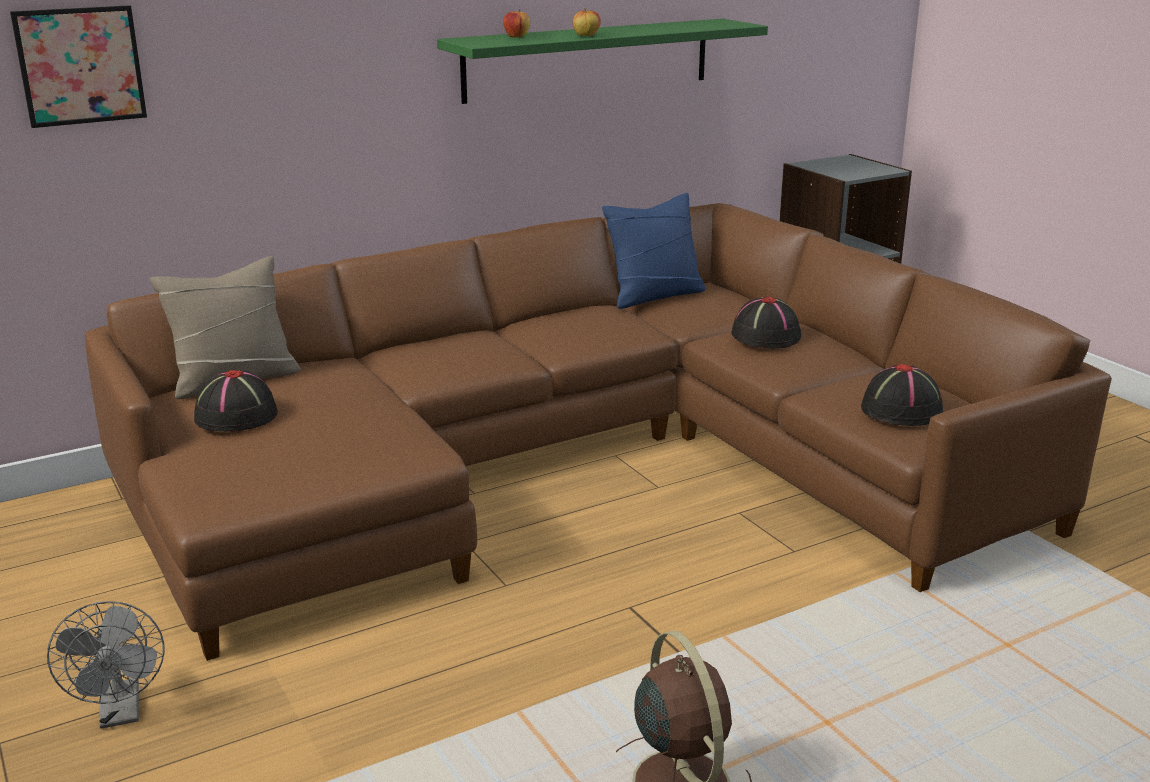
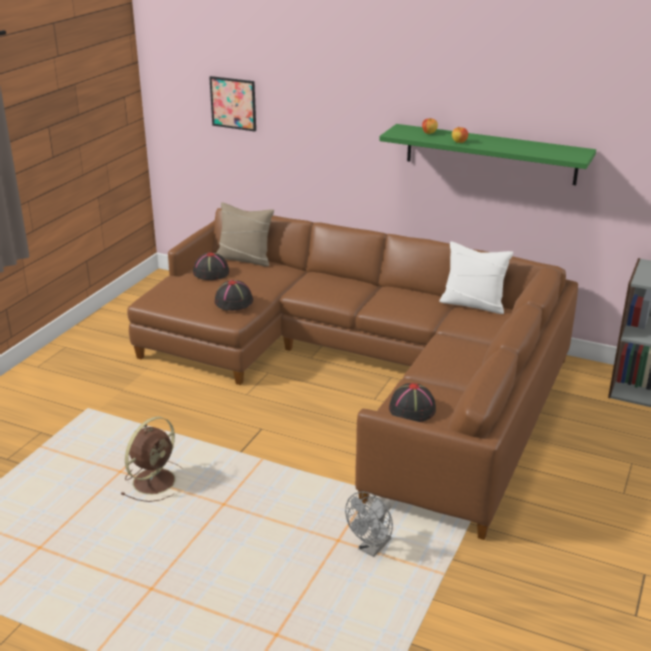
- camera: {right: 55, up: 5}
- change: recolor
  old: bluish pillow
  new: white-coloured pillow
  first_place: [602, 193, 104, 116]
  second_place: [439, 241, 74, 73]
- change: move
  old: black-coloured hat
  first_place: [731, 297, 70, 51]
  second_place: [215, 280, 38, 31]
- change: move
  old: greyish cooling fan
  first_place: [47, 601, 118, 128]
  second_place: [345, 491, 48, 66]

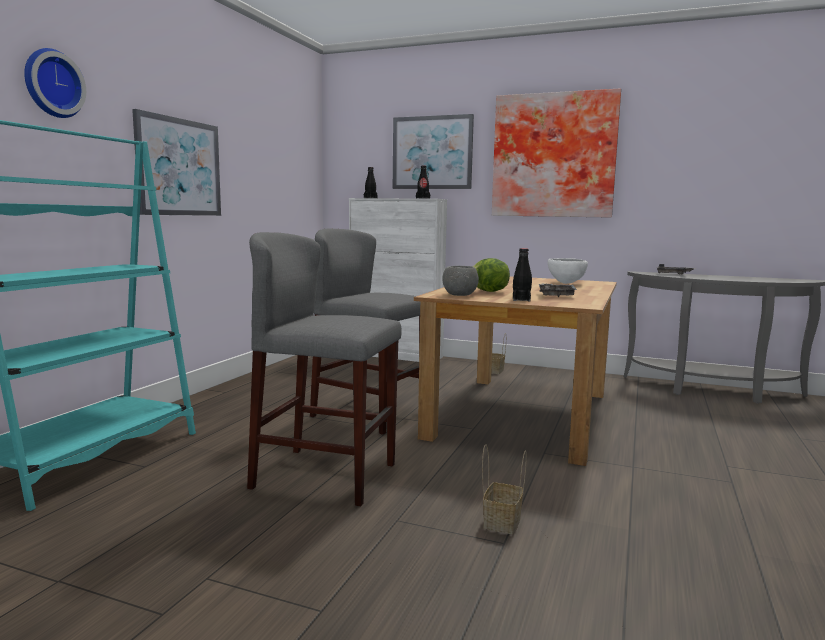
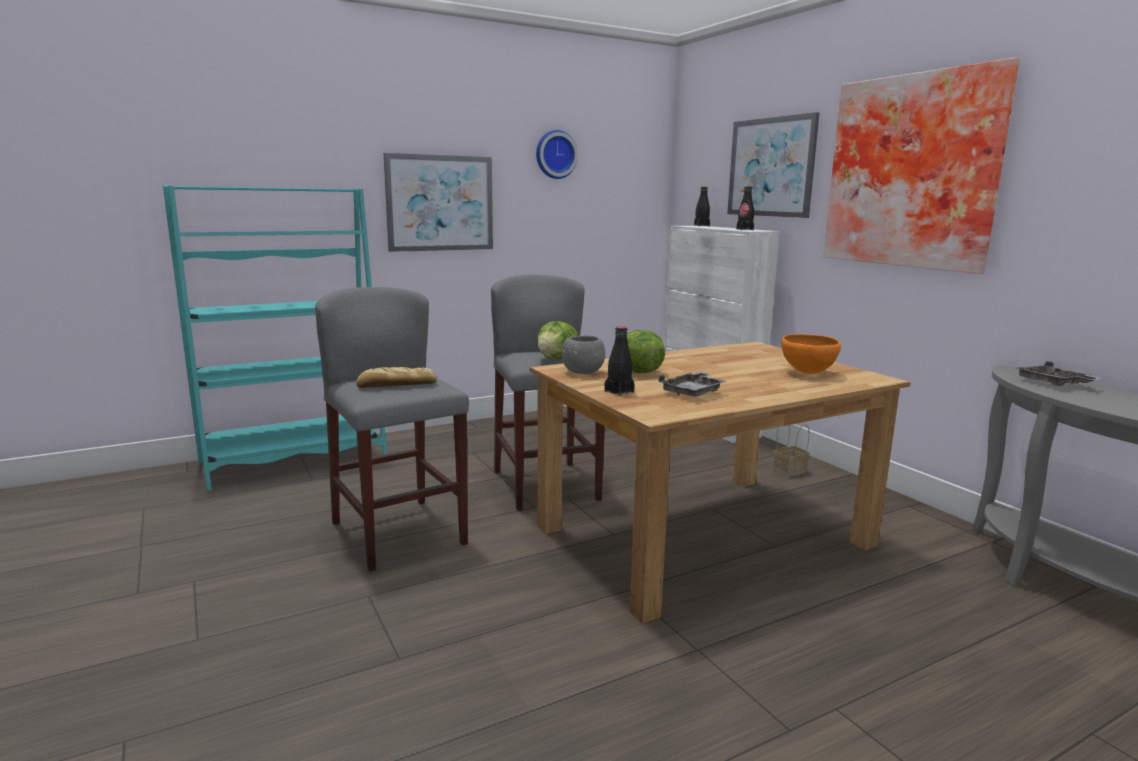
- camera: {right: 40, up: 5}
- change: move
  old: wall clock
  first_place: [24, 48, 62, 70]
  second_place: [536, 130, 42, 49]
- change: recolor
  old: white-coloured serving bowl
  new: orange-coloured serving bowl
  first_place: [548, 258, 40, 26]
  second_place: [781, 334, 60, 40]
- change: delete
  old: storage basket
  first_place: [482, 444, 45, 90]
- change: insert
  new: lettuce
  second_place: [537, 321, 41, 38]
- change: insert
  new: bakery bread
  second_place: [356, 367, 81, 21]

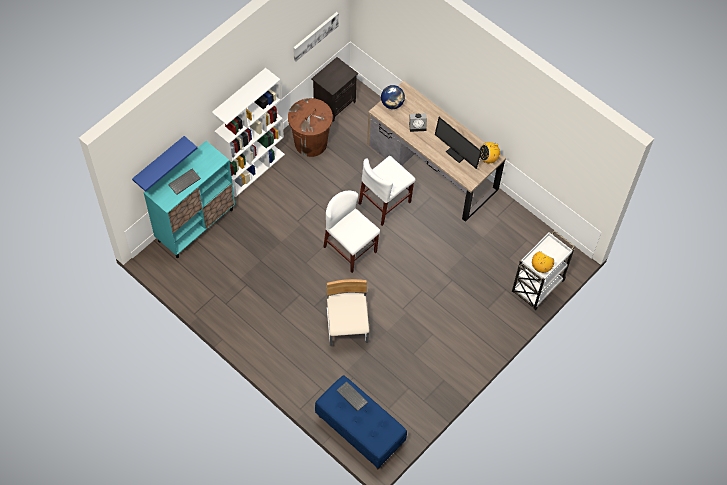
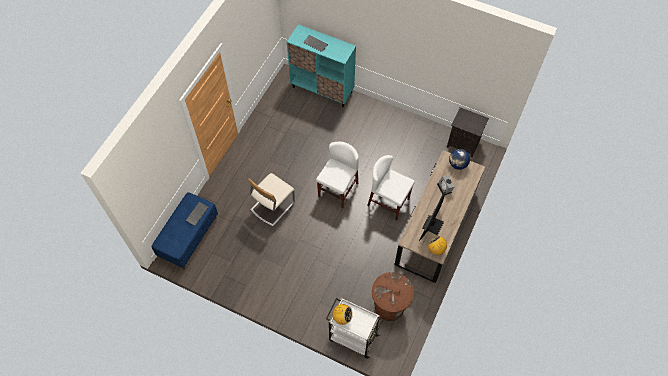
- camera: {right: 75, up: 0}
- change: delete
  old: wall picture
  first_place: [293, 12, 46, 49]
- change: delete
  old: white-coloured shelving unit
  first_place: [212, 68, 73, 129]
- change: move
  old: brown-coloured trash can
  first_place: [288, 98, 45, 59]
  second_place: [372, 272, 42, 49]
- change: delete
  old: bluish wall shelf
  first_place: [132, 136, 65, 56]
- change: rotate
  old: beige upright chair
  first_place: [327, 279, 42, 67]
  second_place: [248, 173, 47, 53]
  degrees: 150

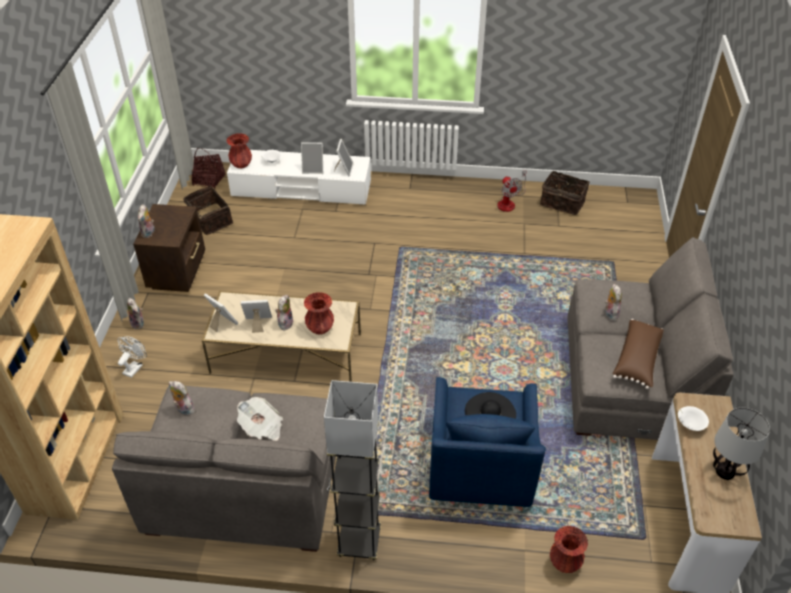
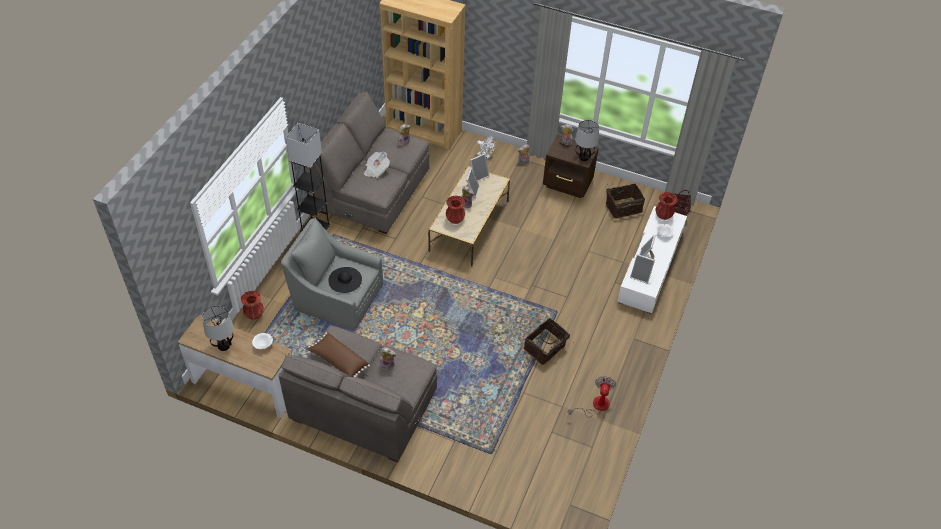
- camera: {right: 105, up: 5}
- change: rotate
  old: cooling fan
  first_place: [497, 170, 30, 42]
  second_place: [568, 376, 48, 41]
  degrees: 105
- change: move
  old: storage basket
  first_place: [540, 171, 50, 44]
  second_place: [524, 318, 46, 47]
- change: recolor
  old: bluish lounge chair
  new: greyish lounge chair
  first_place: [429, 377, 117, 130]
  second_place: [281, 218, 102, 113]
- change: insert
  new: table lamp
  second_place: [575, 120, 24, 41]

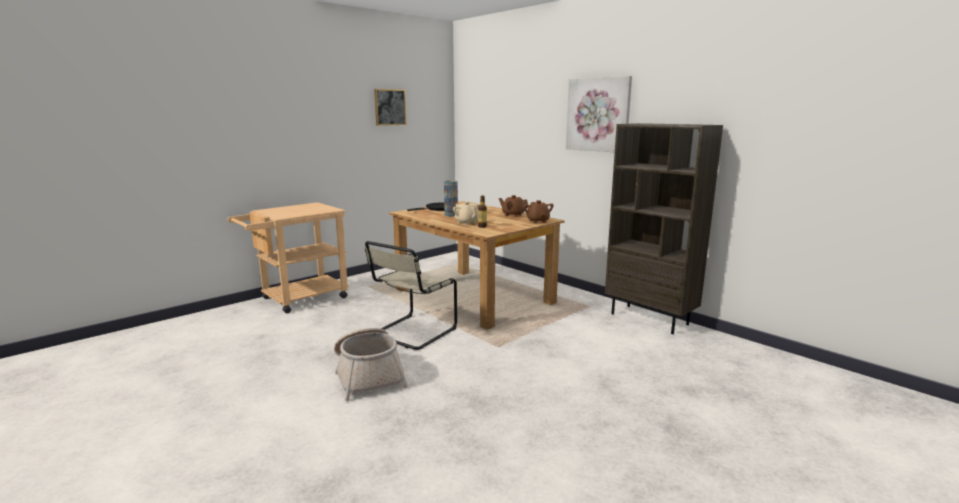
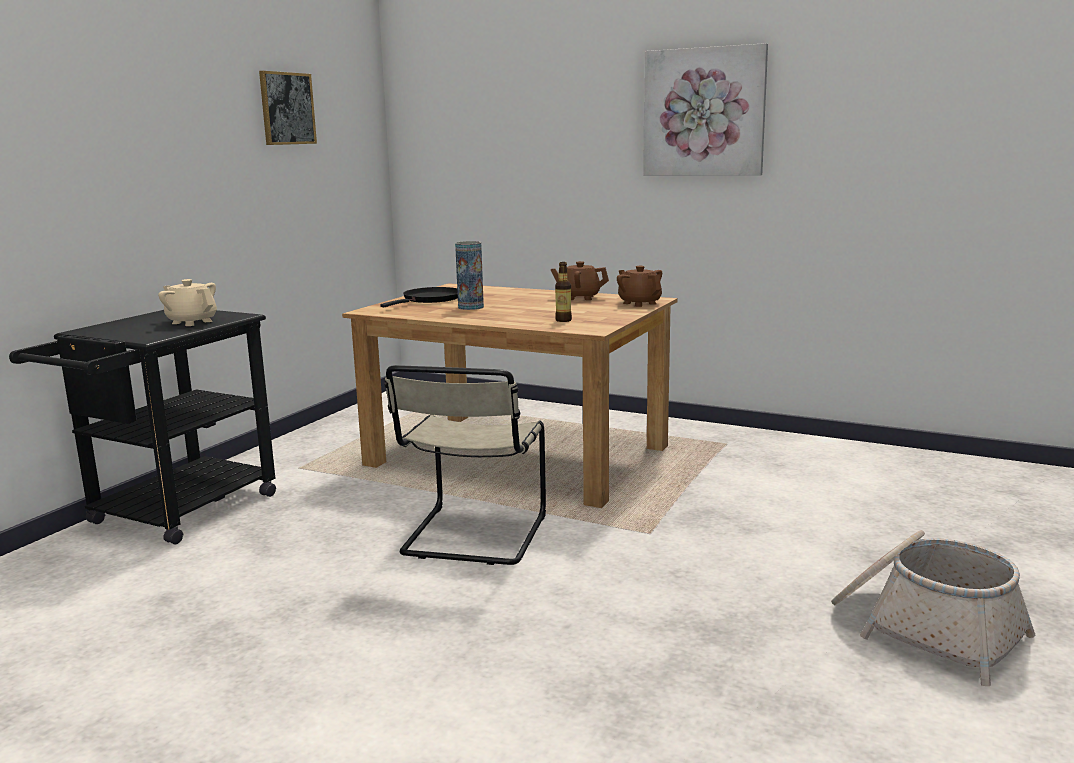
- camera: {right: -20, up: 0}
- change: delete
  old: brown-coloured shelving unit
  first_place: [605, 123, 118, 211]
- change: move
  old: beige teapot
  first_place: [453, 201, 27, 24]
  second_place: [158, 279, 59, 47]
- change: recolor
  old: beige cart
  new: black-coloured cart
  first_place: [227, 202, 122, 111]
  second_place: [9, 310, 267, 234]
- change: move
  old: storage basket
  first_place: [334, 328, 74, 73]
  second_place: [831, 530, 204, 156]

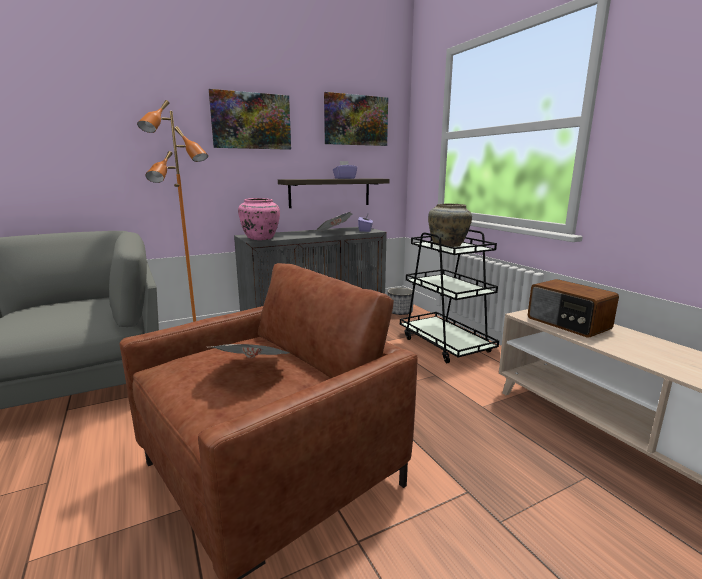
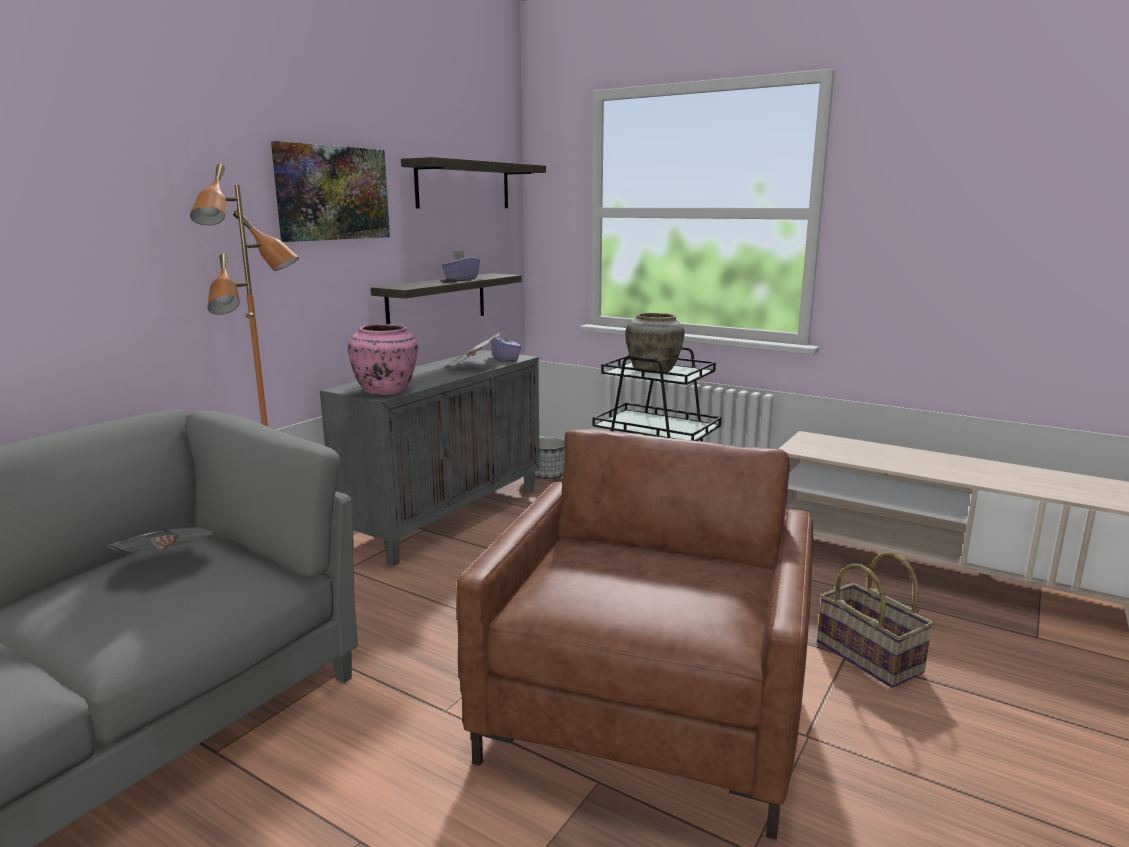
- camera: {right: -30, up: 0}
- change: replace
  old: wall picture
  new: wall shelf
  first_place: [324, 92, 64, 54]
  second_place: [401, 157, 145, 52]
- change: delete
  old: radio
  first_place: [528, 279, 91, 58]
- change: move
  old: printed paper
  first_place: [212, 344, 78, 14]
  second_place: [103, 528, 112, 24]
- change: insert
  new: storage basket
  second_place: [817, 552, 117, 136]

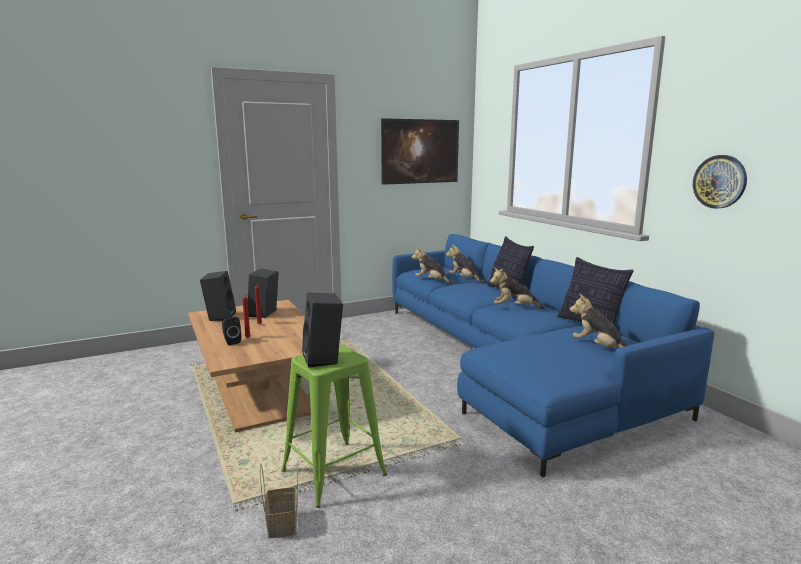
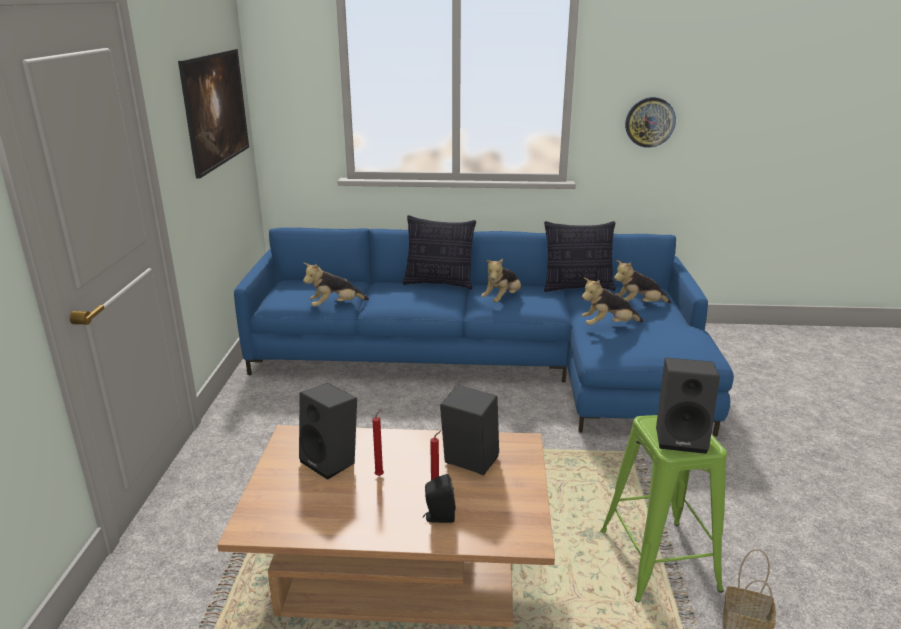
- camera: {right: -60, up: 10}
- change: move
  old: soft toy
  first_place: [446, 244, 39, 40]
  second_place: [582, 278, 61, 47]
- change: move
  old: black-coloured loudspeaker
  first_place: [200, 271, 36, 50]
  second_place: [440, 385, 59, 90]

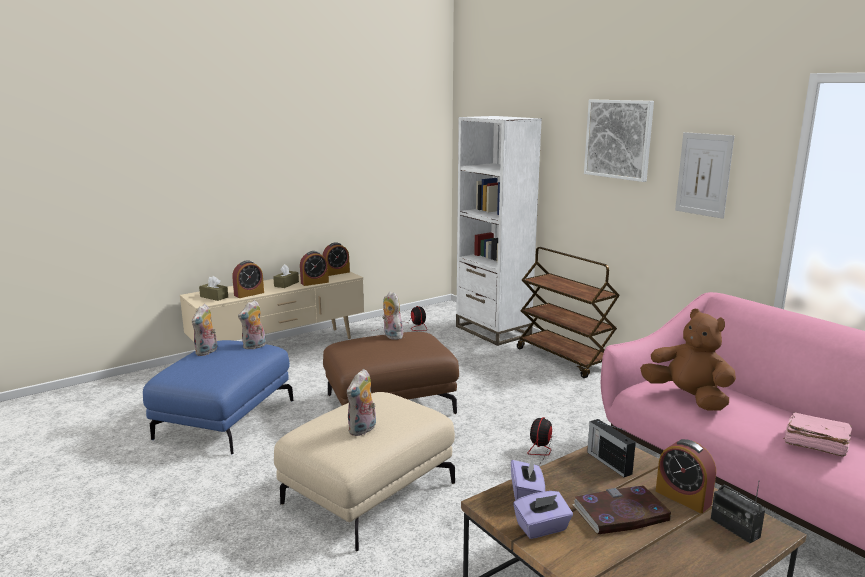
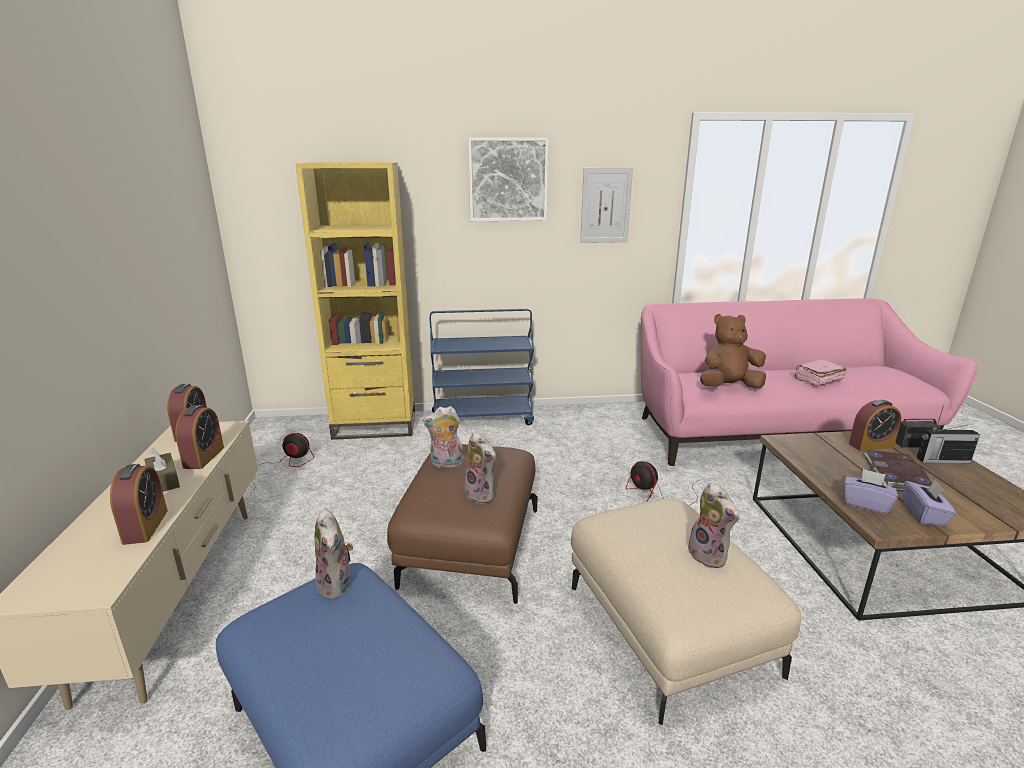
- camera: {right: -60, up: 5}
- change: recolor
  old: white-coloured shelving unit
  new: yellowish shelving unit
  first_place: [456, 116, 86, 230]
  second_place: [295, 162, 120, 278]
- change: recolor
  old: brown-coloured cart
  new: bluish cart
  first_place: [517, 247, 103, 131]
  second_place: [429, 309, 105, 116]
- change: delete
  old: brown-coloured tissue box
  first_place: [199, 276, 29, 25]
- change: move
  old: soft toy
  first_place: [192, 304, 25, 52]
  second_place: [465, 431, 31, 73]
- change: move
  old: radio
  first_place: [587, 419, 49, 58]
  second_place: [917, 424, 63, 39]

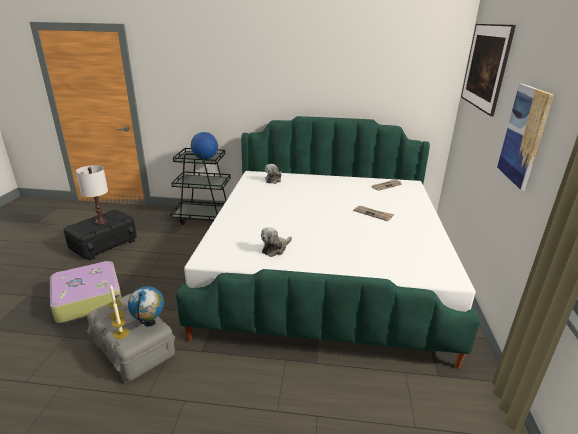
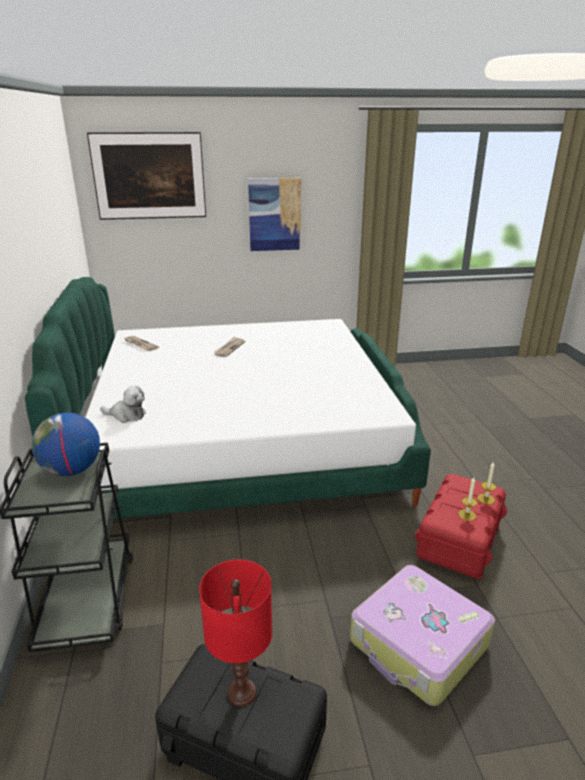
- camera: {right: -105, up: 0}
- change: recolor
  old: white-coloured table lamp
  new: red-coloured table lamp
  first_place: [76, 165, 32, 59]
  second_place: [199, 560, 74, 147]
- change: delete
  old: soft toy
  first_place: [261, 227, 31, 30]
- change: delete
  old: world globe
  first_place: [128, 286, 36, 41]
- change: recolor
  old: greyish storage bin
  new: red-coloured storage bin
  first_place: [87, 294, 88, 90]
  second_place: [415, 474, 92, 106]

